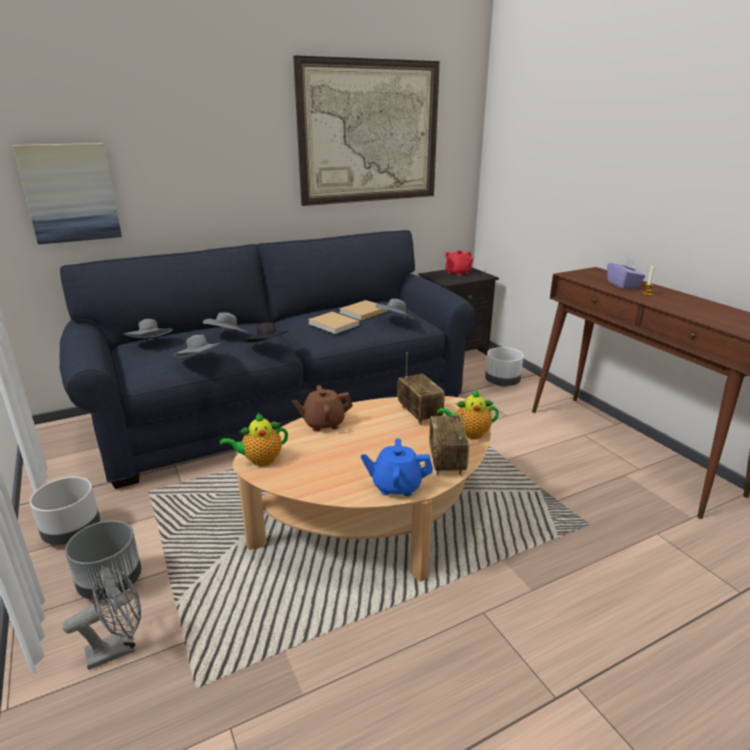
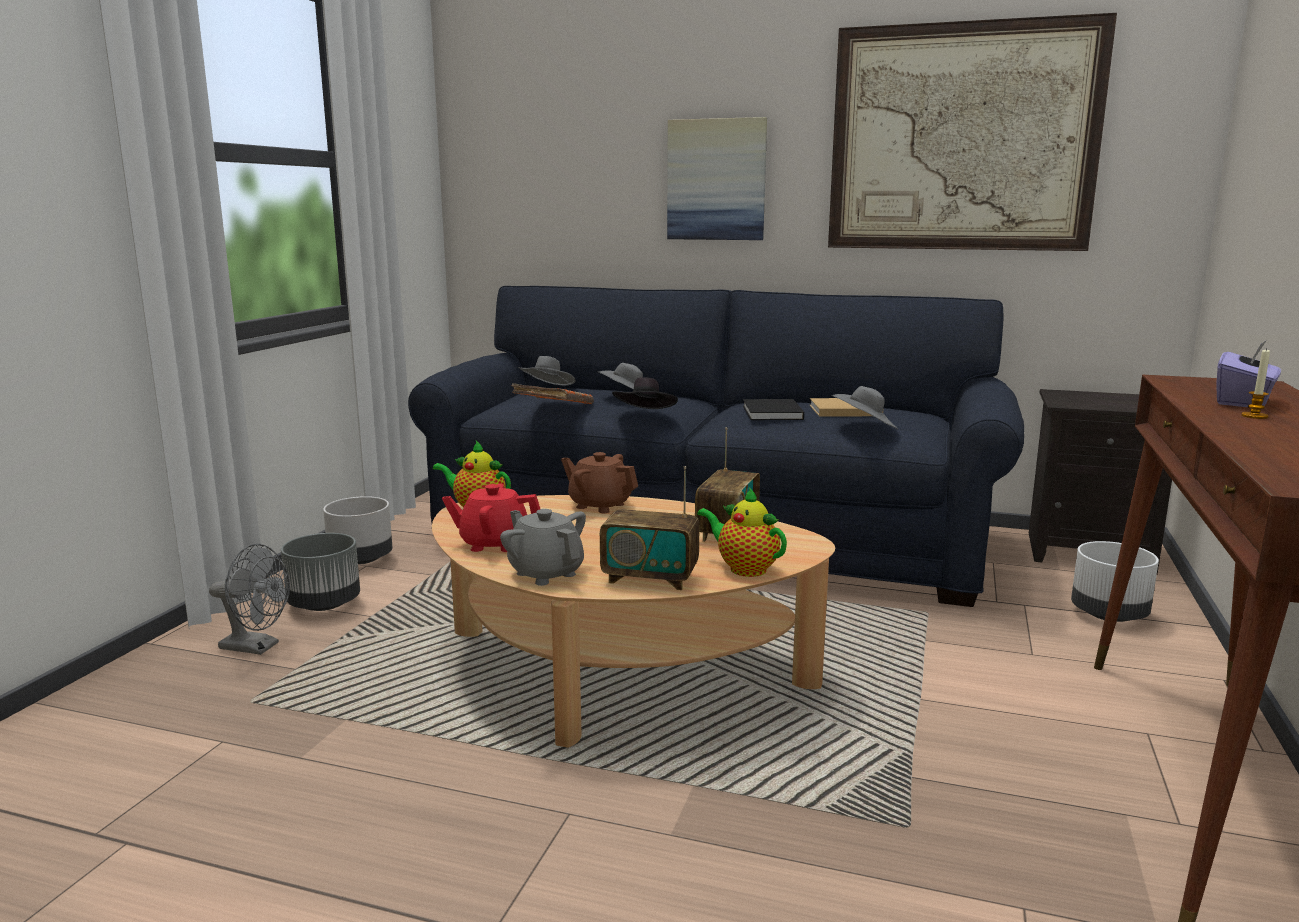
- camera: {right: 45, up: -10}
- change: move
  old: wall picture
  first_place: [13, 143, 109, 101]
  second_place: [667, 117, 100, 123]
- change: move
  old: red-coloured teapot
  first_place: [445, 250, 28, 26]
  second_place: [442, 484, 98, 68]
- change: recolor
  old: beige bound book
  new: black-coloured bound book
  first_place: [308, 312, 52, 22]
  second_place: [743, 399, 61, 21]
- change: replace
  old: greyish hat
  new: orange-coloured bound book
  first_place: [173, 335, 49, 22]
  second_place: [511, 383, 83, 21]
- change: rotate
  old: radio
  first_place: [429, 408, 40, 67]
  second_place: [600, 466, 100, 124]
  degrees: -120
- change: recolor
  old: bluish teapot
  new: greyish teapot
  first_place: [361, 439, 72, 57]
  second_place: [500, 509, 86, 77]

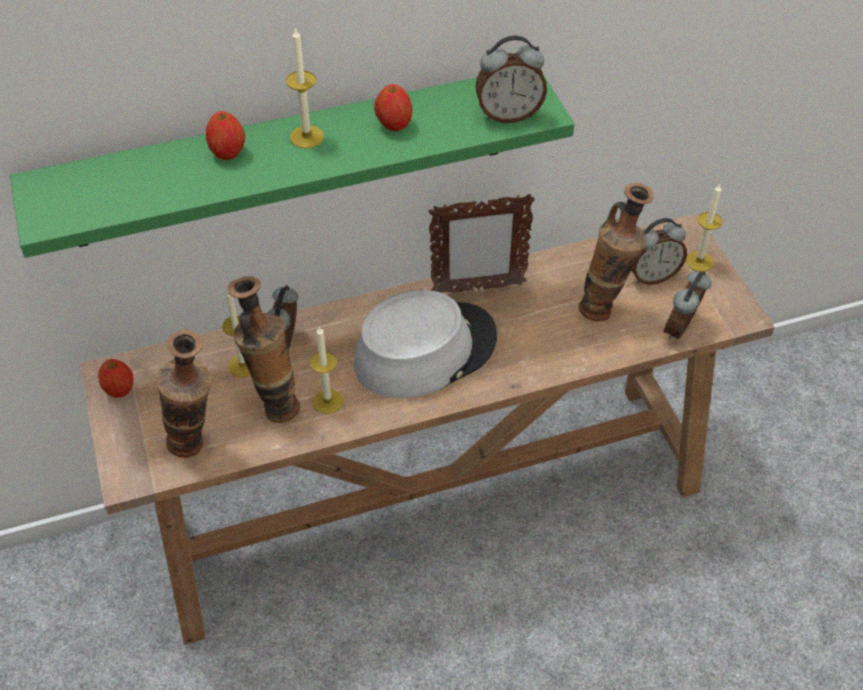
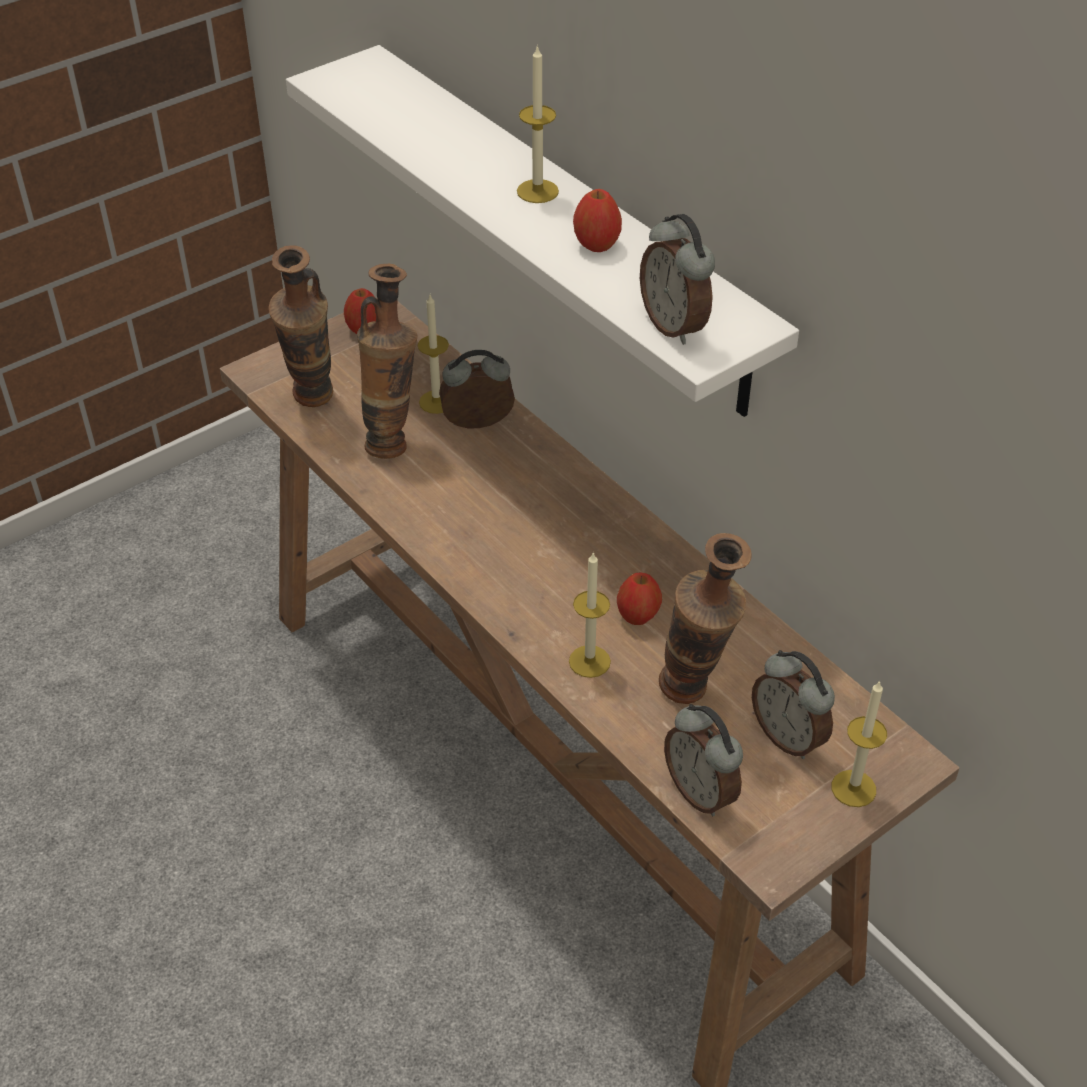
- camera: {right: 70, up: -5}
- change: recolor
  old: green-coloured wall shelf
  new: white-coloured wall shelf
  first_place: [10, 74, 564, 184]
  second_place: [286, 45, 513, 372]
- change: move
  old: apple
  first_place: [206, 111, 39, 49]
  second_place: [617, 572, 45, 53]
- change: delete
  old: picture frame
  first_place: [429, 194, 106, 99]
- change: rotate
  old: table clock
  first_place: [664, 271, 48, 70]
  second_place: [664, 704, 79, 112]
  degrees: -135
- change: delete
  old: greyish hat
  first_place: [354, 290, 143, 108]
- change: move
  old: candle
  first_place: [310, 326, 33, 88]
  second_place: [569, 552, 42, 126]

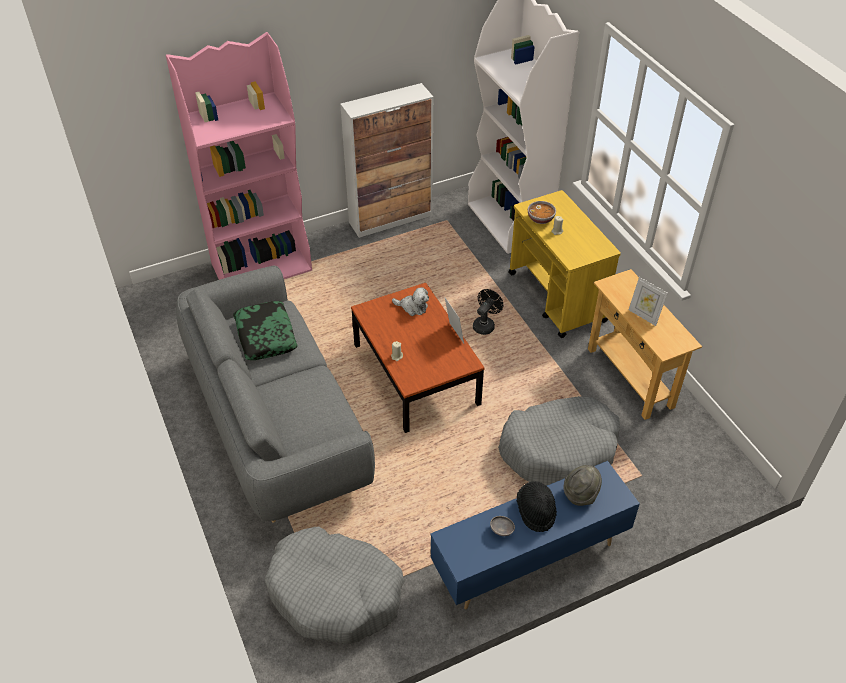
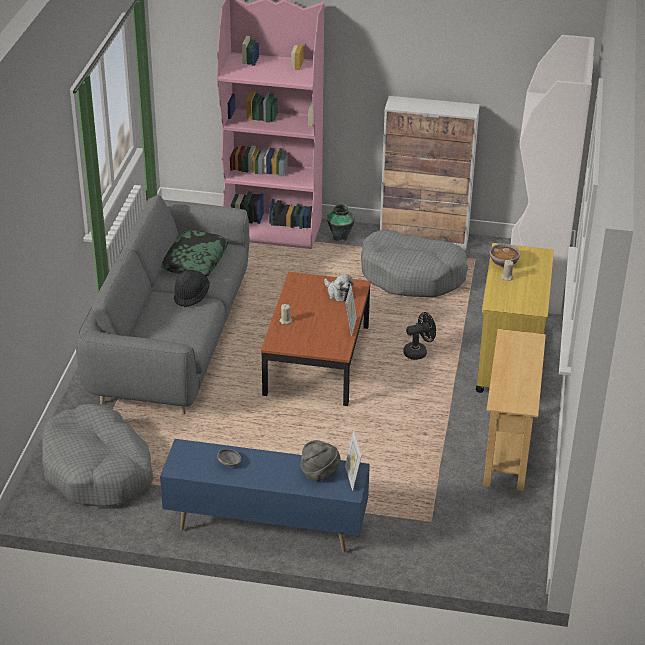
- camera: {right: 35, up: -10}
- change: move
  old: picture frame
  first_place: [629, 277, 39, 49]
  second_place: [345, 430, 17, 61]
- change: move
  old: greyish pet bed
  first_place: [498, 396, 122, 90]
  second_place: [361, 230, 107, 67]
- change: move
  old: black-coloured hat
  first_place: [516, 481, 41, 51]
  second_place: [174, 270, 36, 37]
- change: insert
  new: flower vase
  second_place: [327, 204, 28, 38]

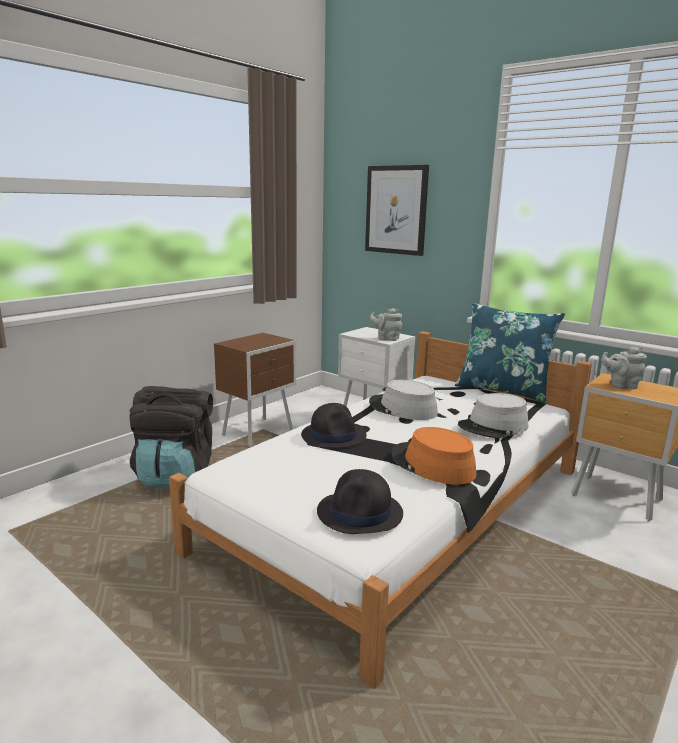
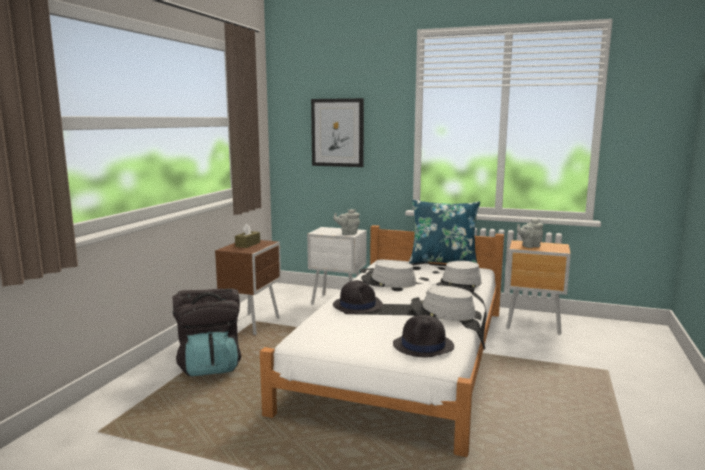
- camera: {right: -20, up: -5}
- change: recolor
  old: orange-coloured hat
  new: greyish hat
  first_place: [391, 427, 86, 58]
  second_place: [410, 286, 66, 35]
- change: insert
  new: brown-coloured tissue box
  second_place: [235, 223, 25, 25]

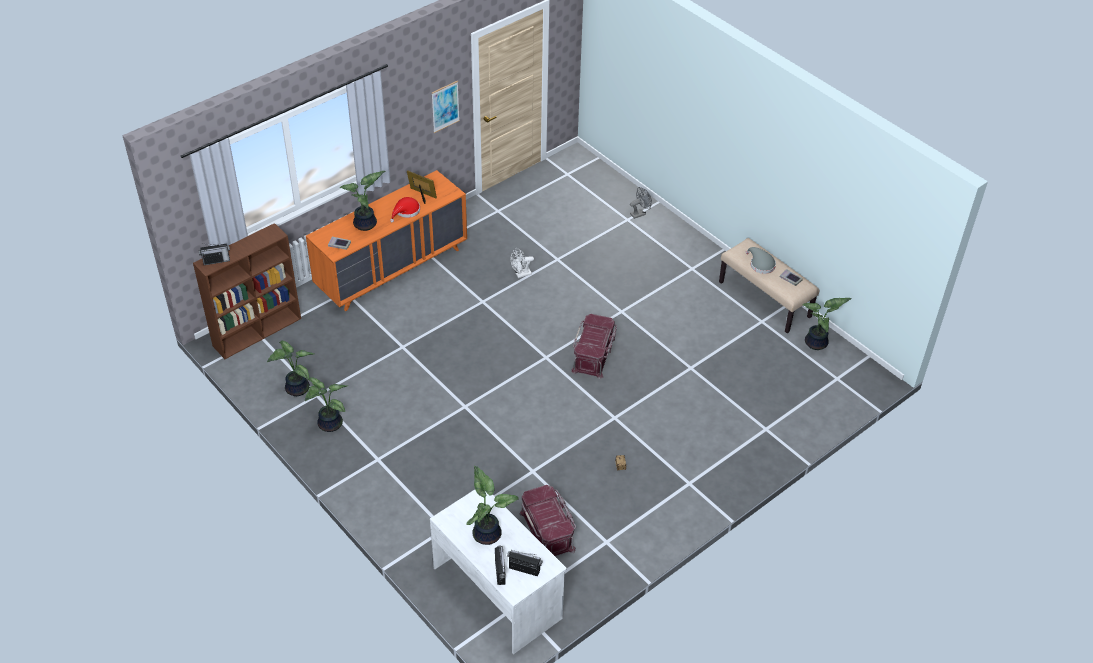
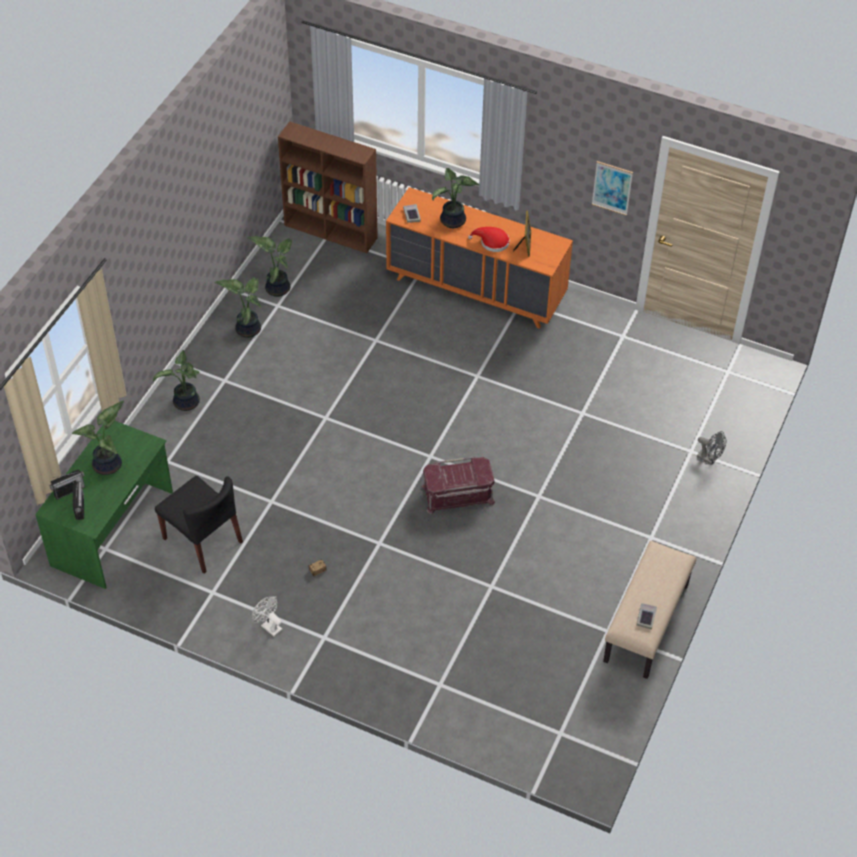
- camera: {right: 65, up: 5}
- change: delete
  old: radio
  first_place: [199, 244, 31, 21]
- change: delete
  old: greyish hat
  first_place: [746, 247, 30, 27]
- change: move
  old: white-coloured cooling fan
  first_place: [511, 248, 23, 30]
  second_place: [252, 596, 31, 41]
- change: move
  old: potted plant
  first_place: [802, 298, 50, 52]
  second_place: [153, 350, 47, 61]
- change: replace
  old: red-coloured storage bin
  new: black-coloured upright chair
  first_place: [519, 485, 57, 71]
  second_place: [155, 476, 88, 98]
- change: recolor
  old: white-coloured desk table
  new: green-coloured desk table
  first_place: [430, 490, 137, 164]
  second_place: [35, 421, 138, 168]

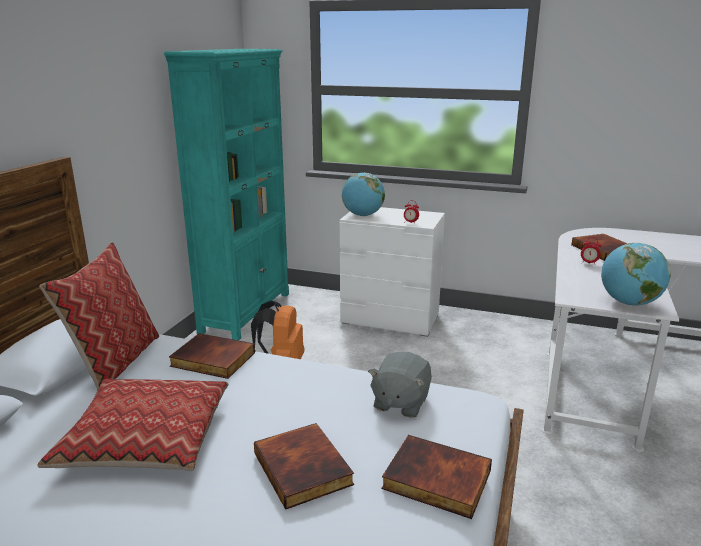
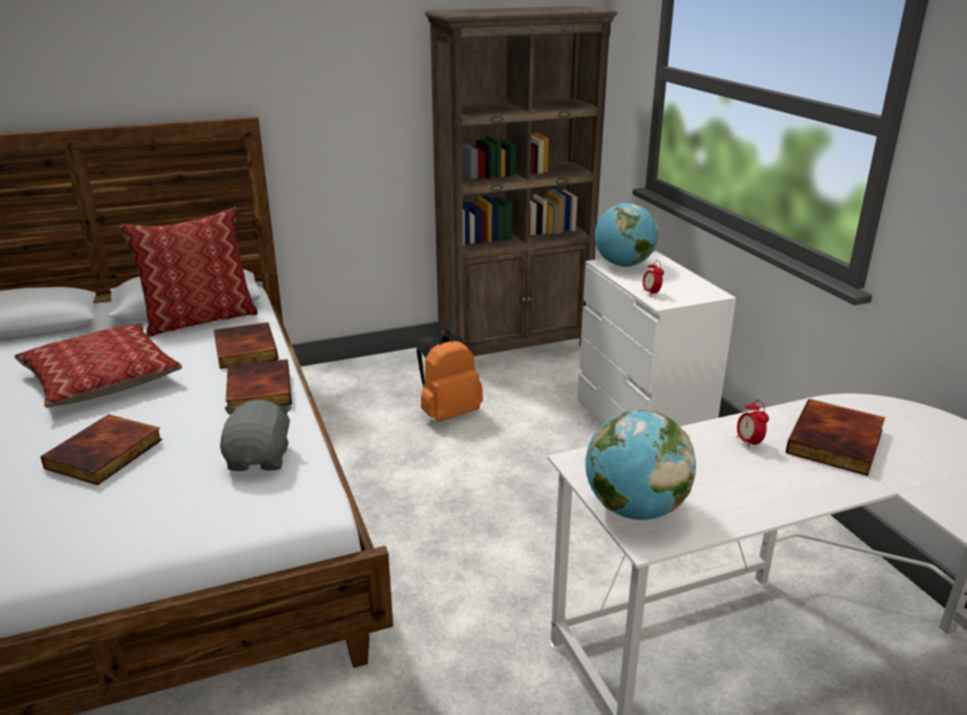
- camera: {right: 50, up: 5}
- change: recolor
  old: turquoise shelving unit
  new: brown-coloured shelving unit
  first_place: [164, 49, 125, 292]
  second_place: [425, 6, 193, 350]
- change: rotate
  old: greyish soft toy
  first_place: [368, 352, 64, 66]
  second_place: [220, 400, 72, 71]
  degrees: 105
- change: move
  old: bound book
  first_place: [382, 435, 110, 84]
  second_place: [226, 359, 66, 48]

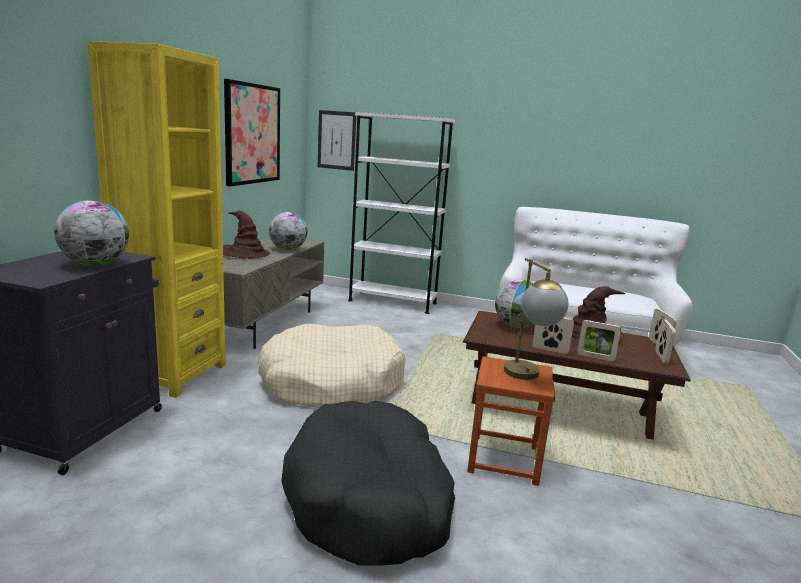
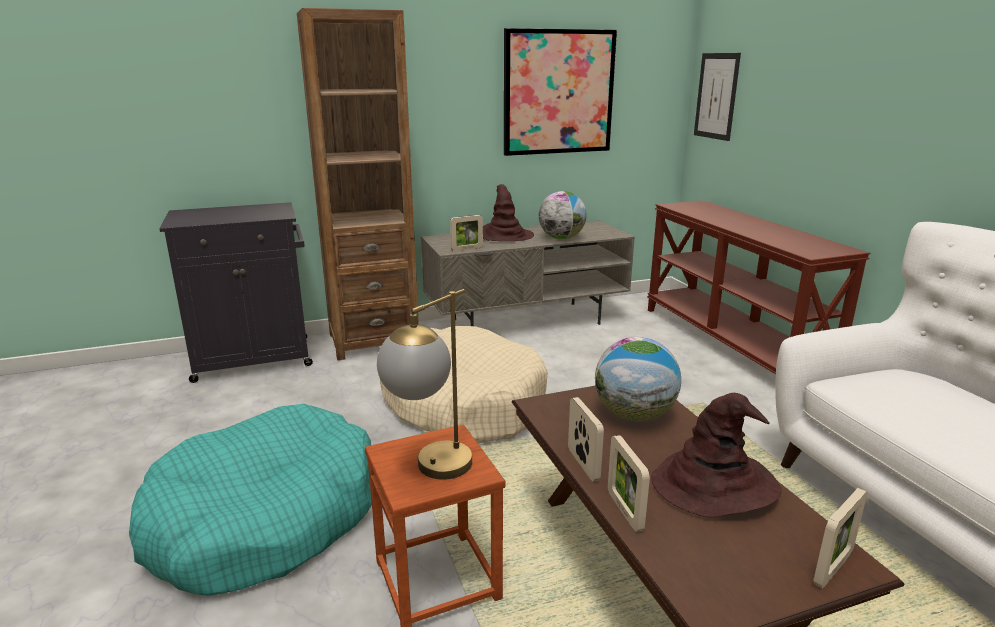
- camera: {right: 55, up: 5}
- change: recolor
  old: yellowish shelving unit
  new: brown-coloured shelving unit
  first_place: [87, 41, 139, 357]
  second_place: [297, 8, 122, 352]
- change: replace
  old: white-coloured shelving unit
  new: brown-coloured narrow table
  first_place: [348, 112, 107, 202]
  second_place: [647, 200, 224, 174]
- change: delete
  old: world globe
  first_place: [54, 200, 75, 66]
- change: move
  old: picture frame
  first_place: [655, 319, 21, 45]
  second_place: [450, 215, 33, 36]
- change: recolor
  old: black-coloured pet bed
  new: turquoise pet bed
  first_place: [281, 401, 174, 165]
  second_place: [129, 404, 243, 192]

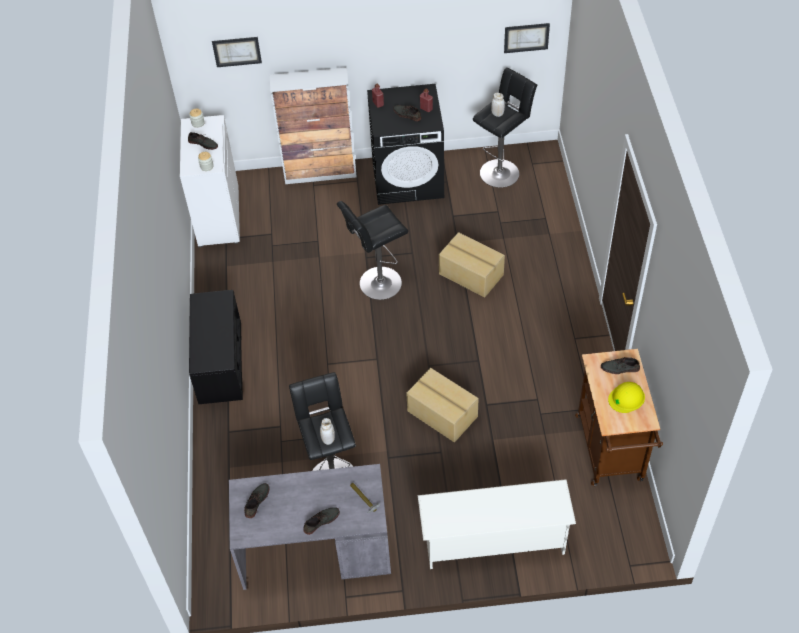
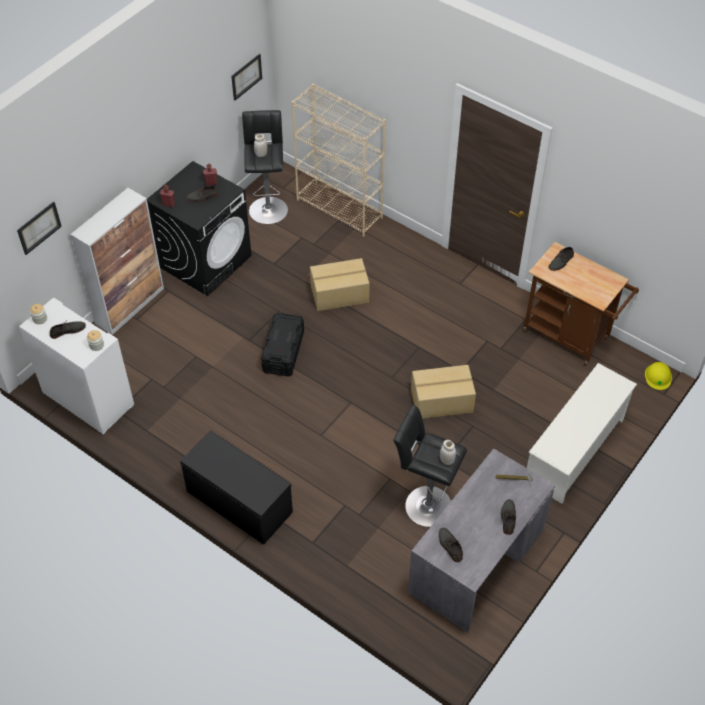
- camera: {right: -50, up: 0}
- change: replace
  old: black-coloured sitting stool
  new: black-coloured storage bin
  first_place: [337, 201, 71, 99]
  second_place: [261, 312, 43, 65]
- change: move
  old: yellowish work helmet
  first_place: [608, 382, 37, 31]
  second_place: [645, 362, 27, 28]
- change: insert
  new: beige shelving unit
  second_place: [292, 84, 94, 152]

